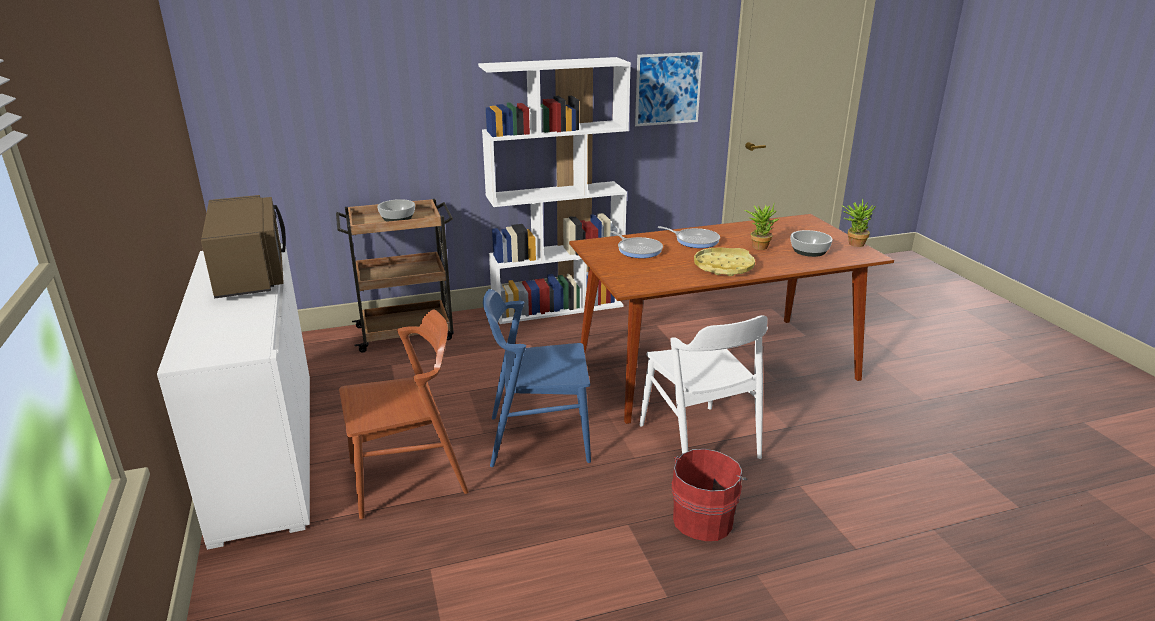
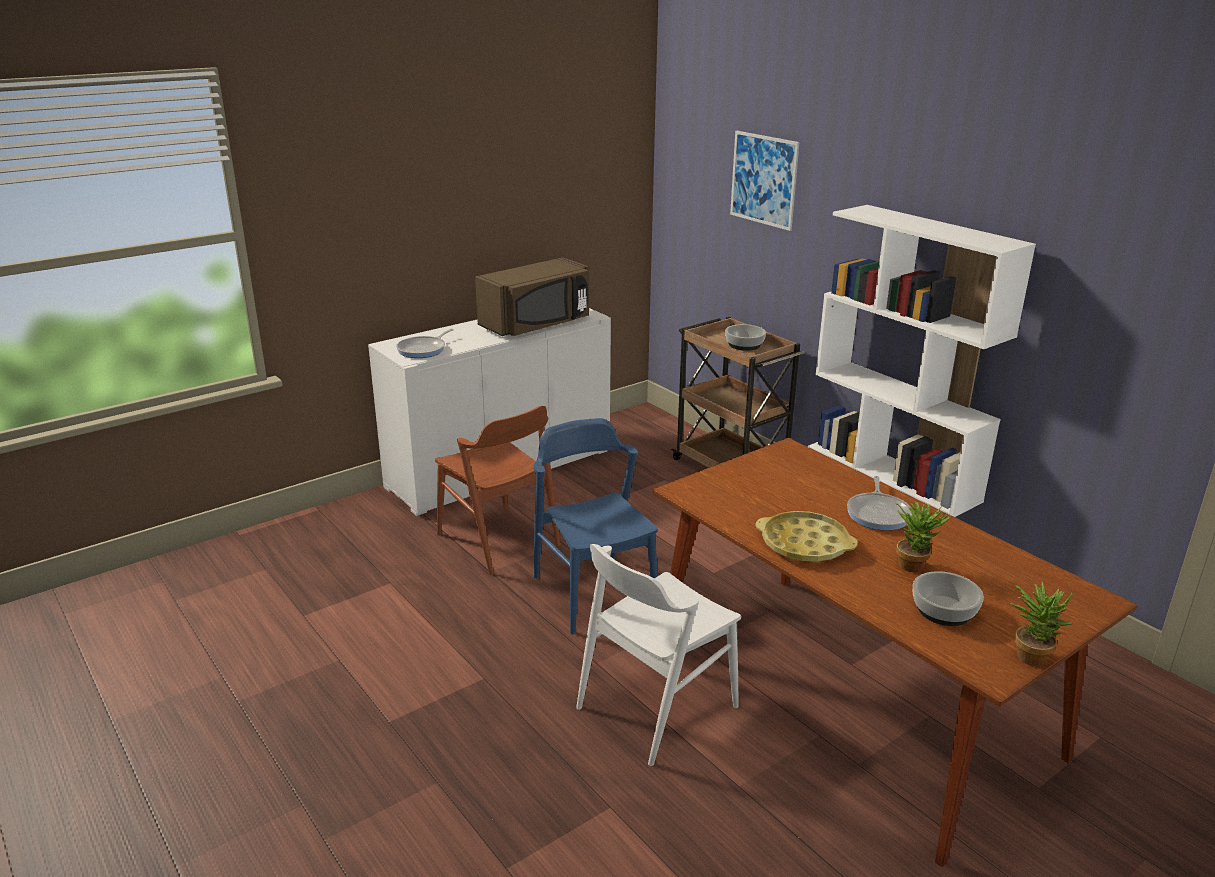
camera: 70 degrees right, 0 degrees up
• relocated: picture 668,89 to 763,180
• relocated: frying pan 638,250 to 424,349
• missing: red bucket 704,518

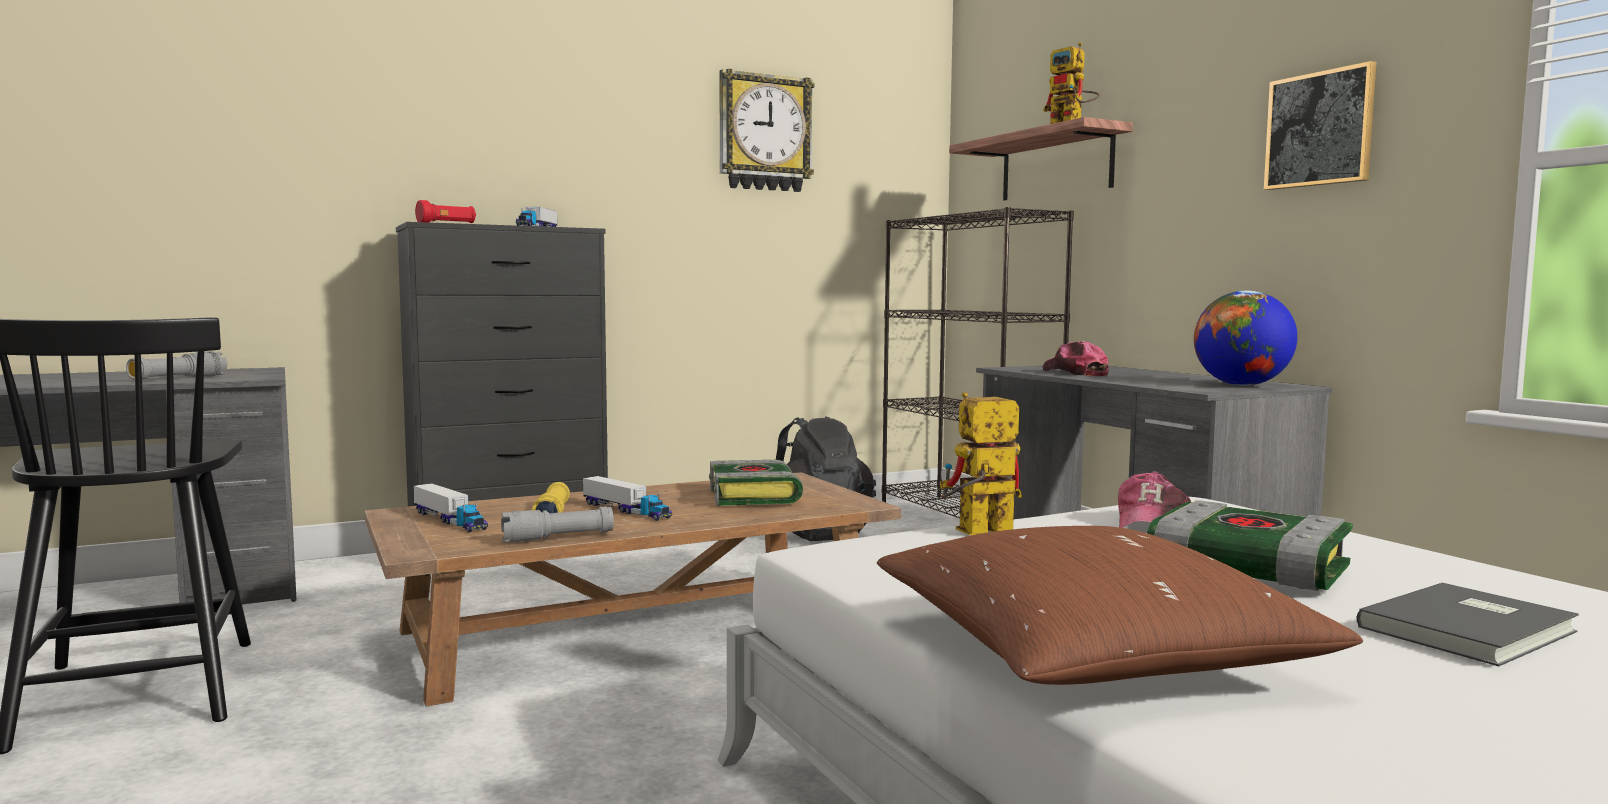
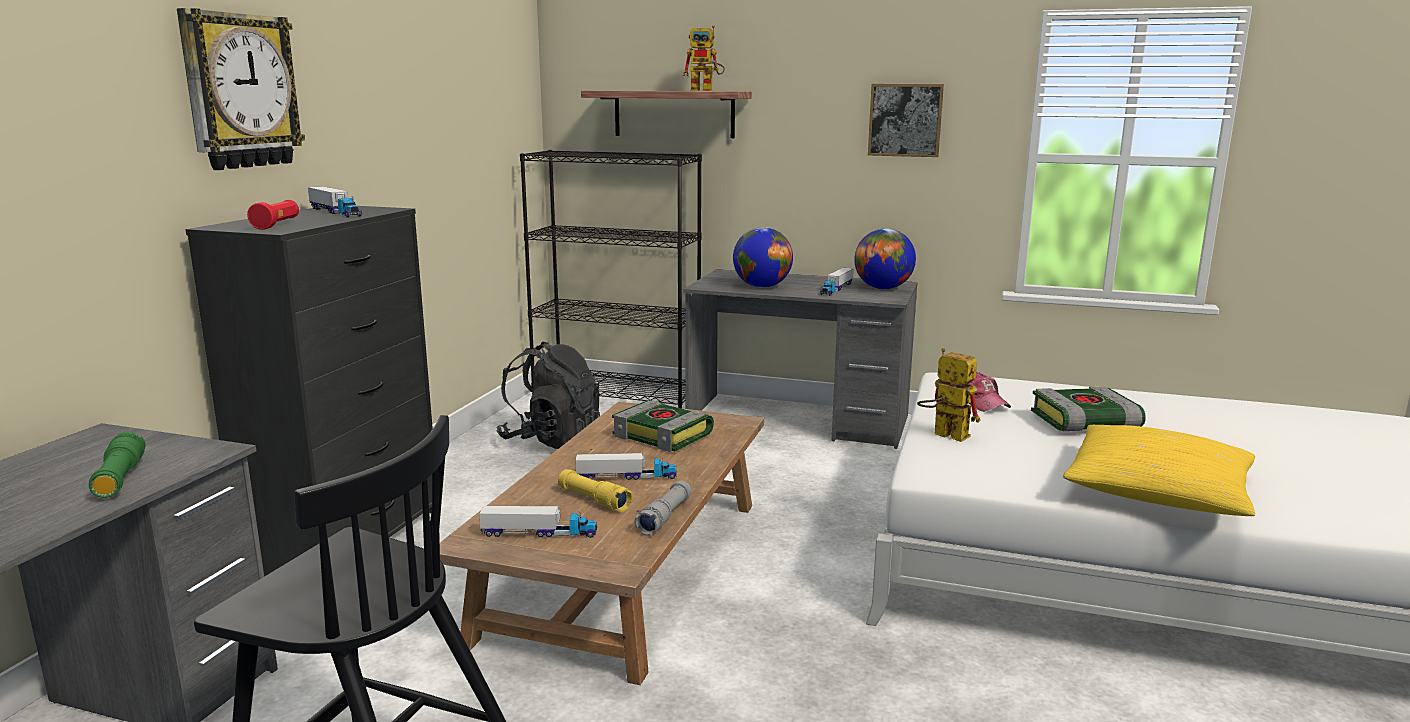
camera: 45 degrees left, 10 degrees up
• relocated: wall clock 764,133 to 240,91
• exchanged: cap 1075,373 to globe 762,287
• colour: grey flashlight 178,378 to green flashlight 119,479
• spun: toy robot 976,533 = 943,434 105 degrees clockwise
• colour: brown pillow 1090,653 to yellow pillow 1157,492
• missing: grey book 1473,630
• appeared: toy truck 836,289

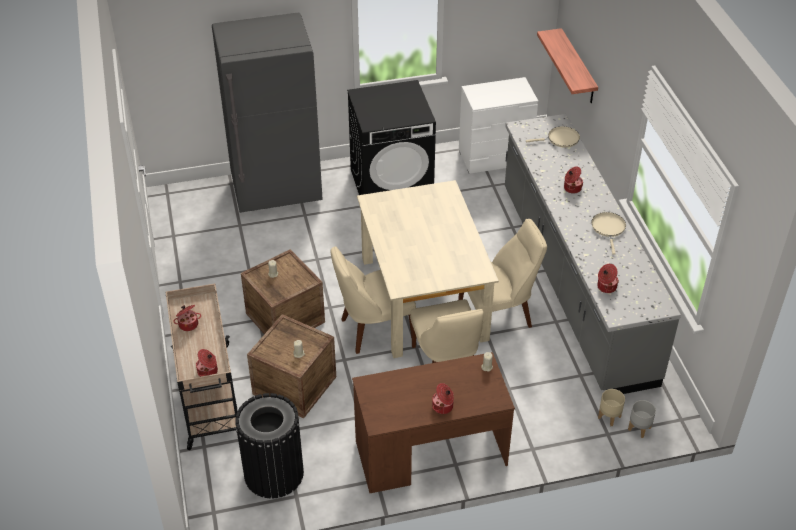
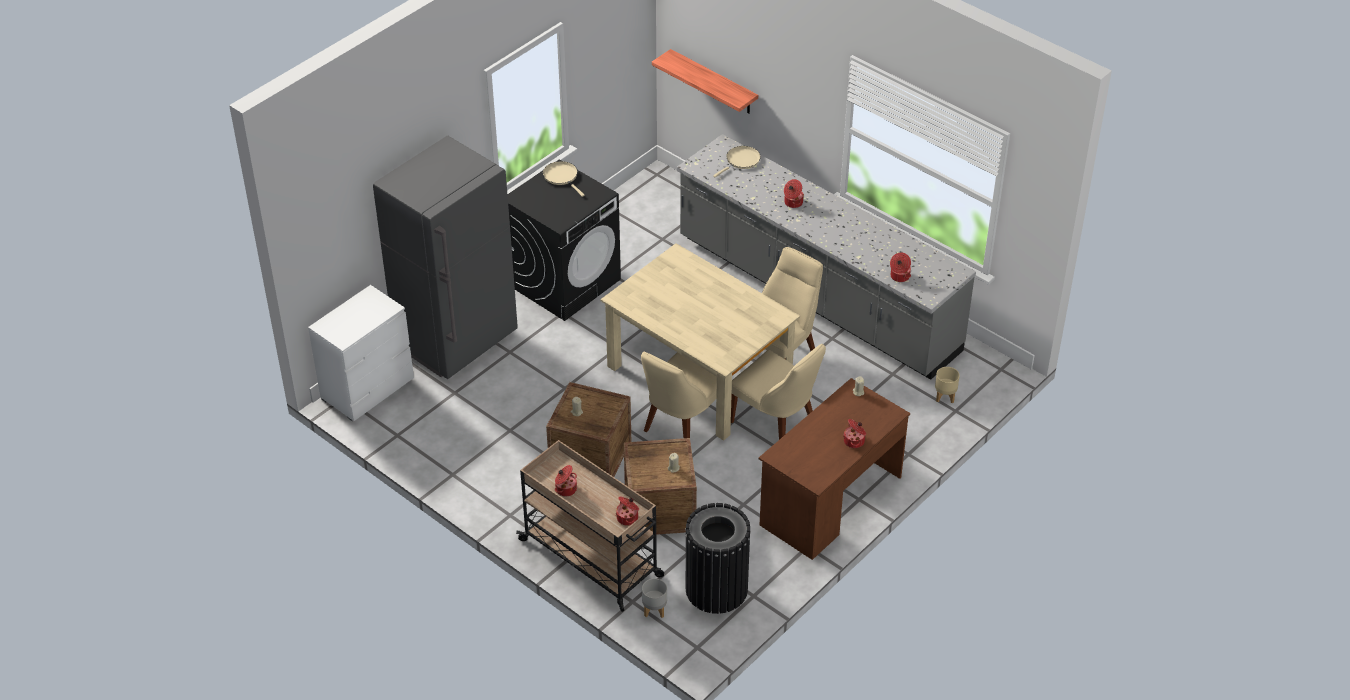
camera: 35 degrees left, 0 degrees up
• relocated: white dresser 495,158 to 368,389
• relocated: beige frying pan 608,228 to 562,177
• relocated: grey planter 639,429 to 655,610

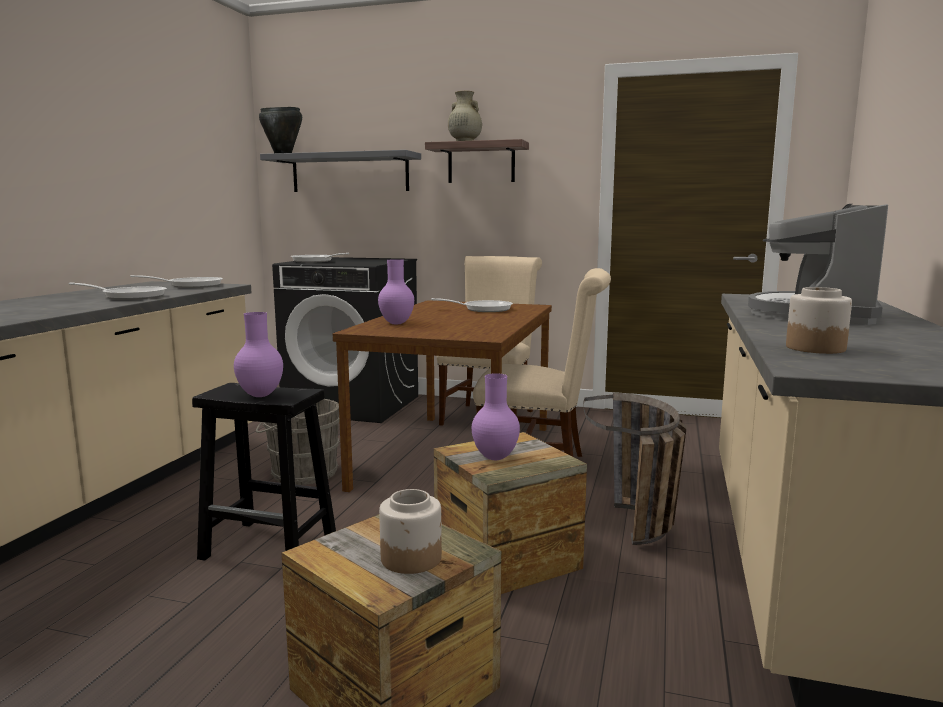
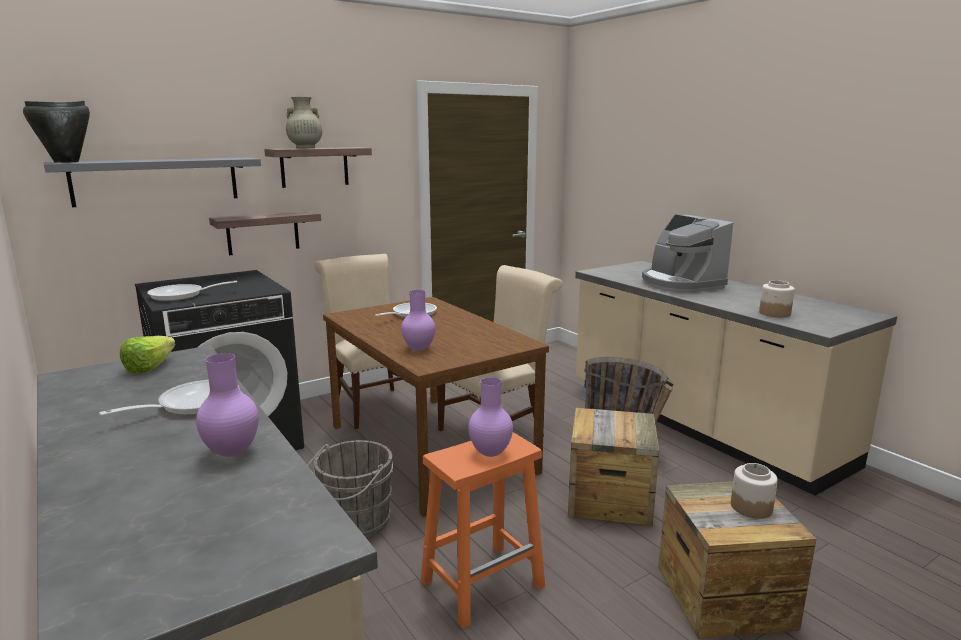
camera: 50 degrees left, 5 degrees up
• exchanged: frying pan 190,285 to lettuce 154,366
• relocated: purple vase 496,457 to 233,452
• colour: black stool 271,546 to orange stool 483,583
• appeared: shelf 263,232

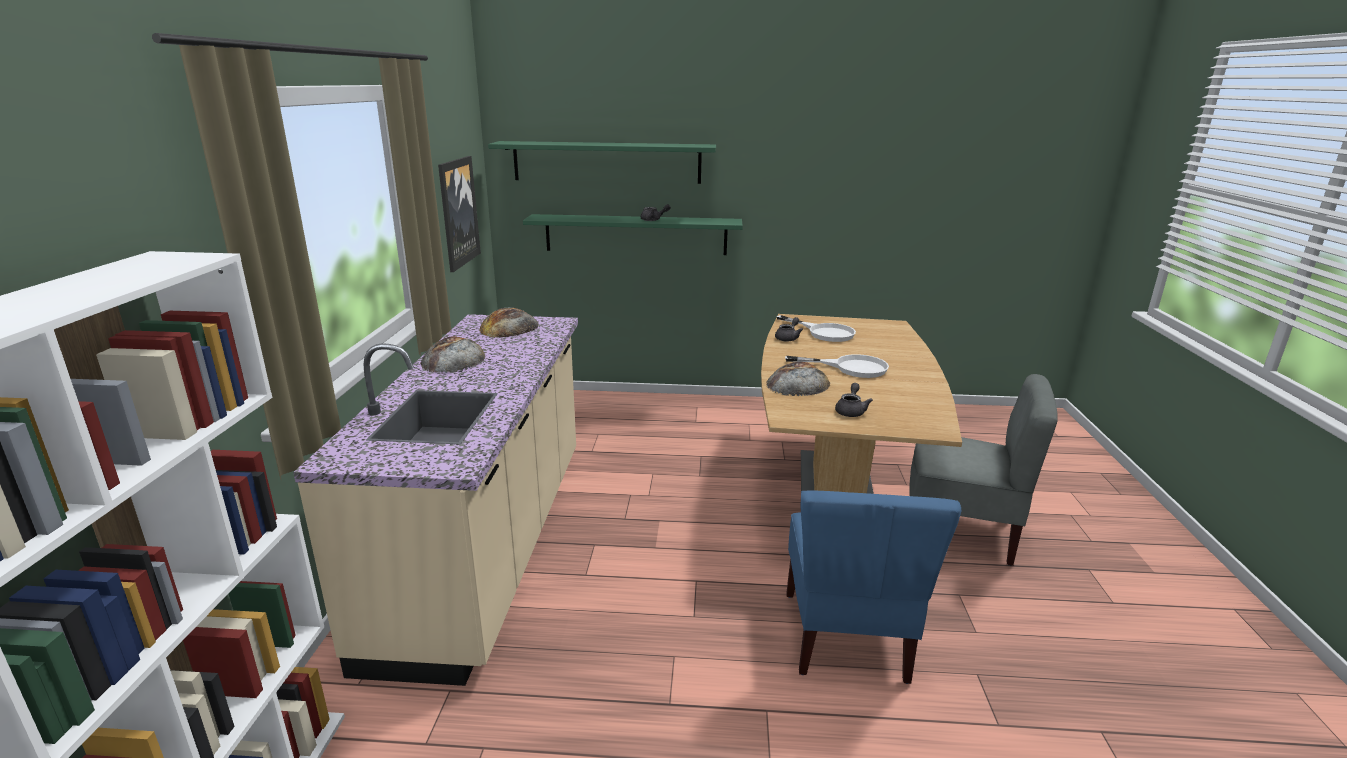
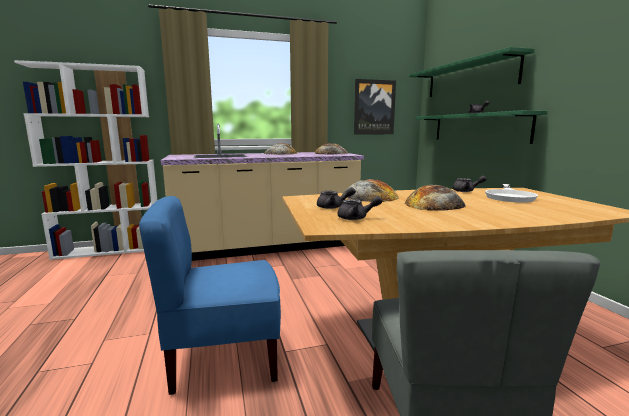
camera: 70 degrees right, 10 degrees down
• exchanged: white frying pan 850,367 to bread 434,204
• appeared: grey teapot 356,218

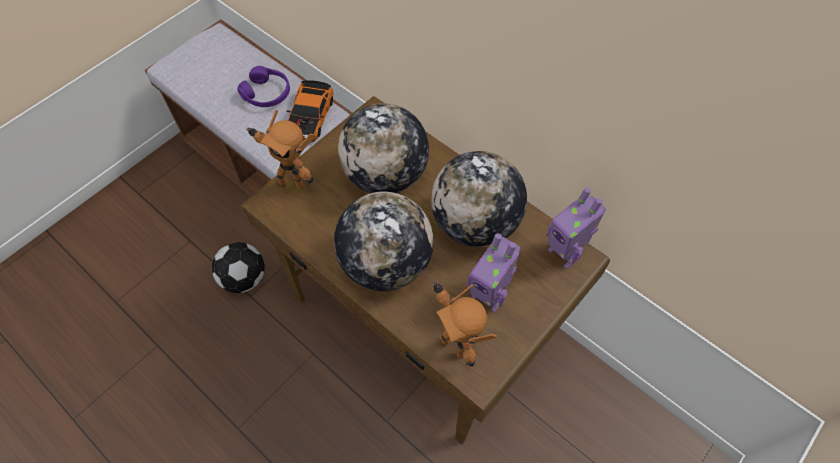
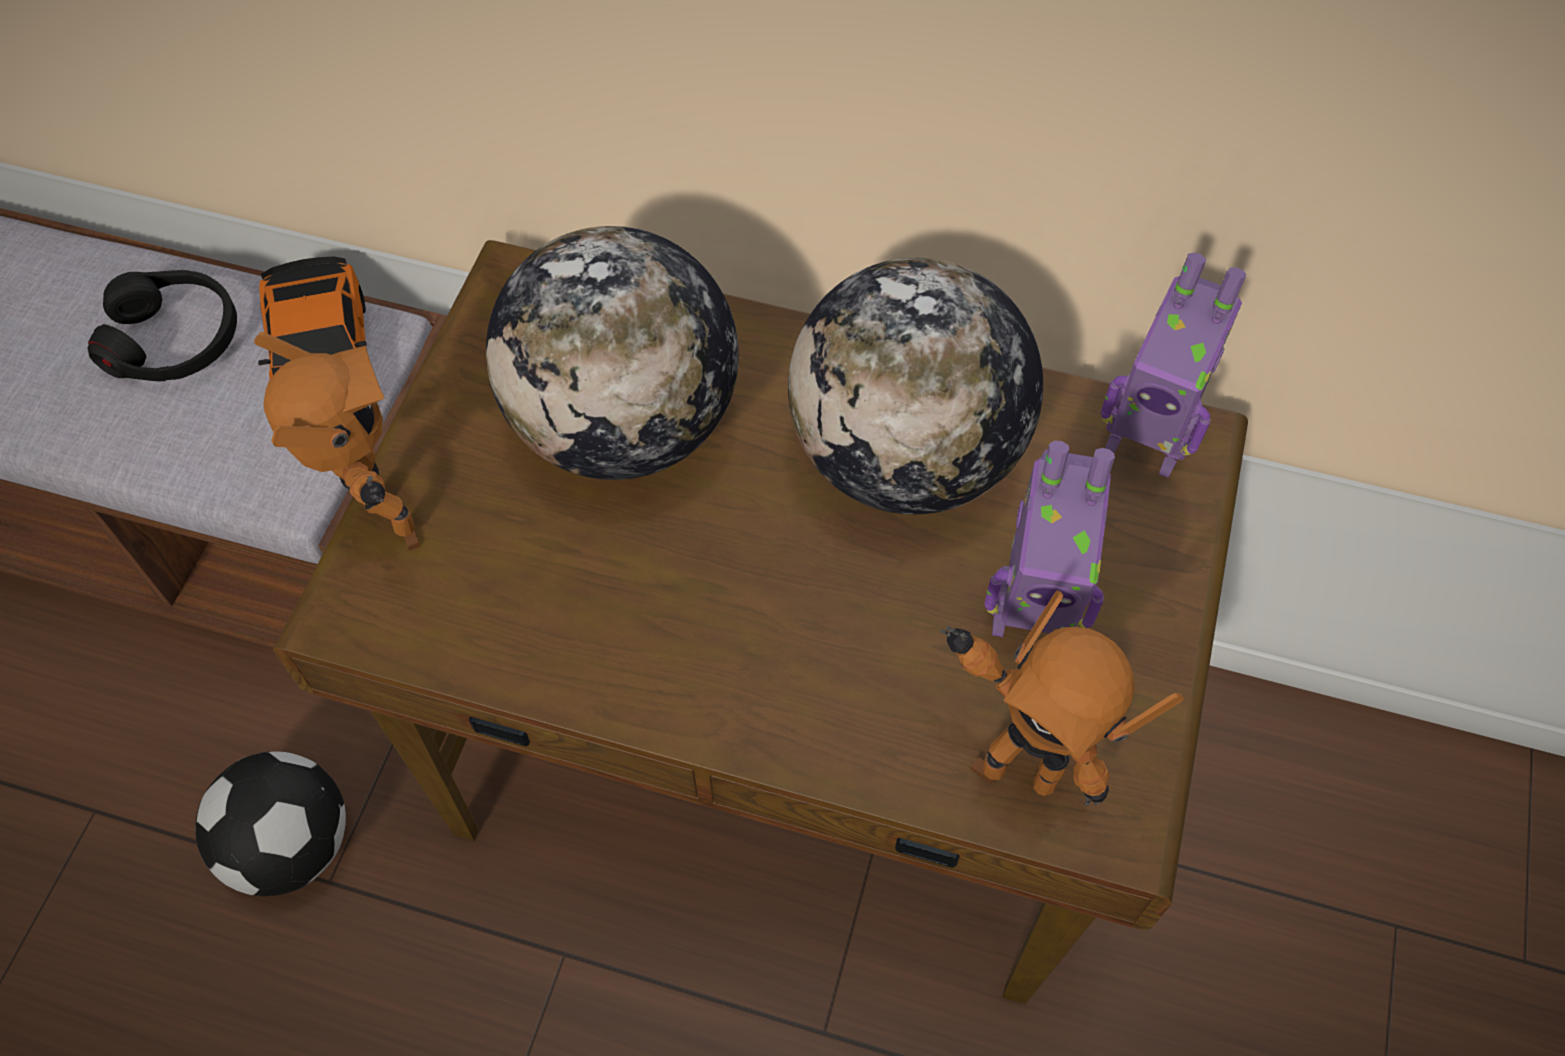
camera: 25 degrees left, 0 degrees up
• colour: purple headphones 267,93 to black headphones 174,340
• spun: toy robot 291,181 = 384,532 120 degrees counterclockwise
• missing: globe 386,264

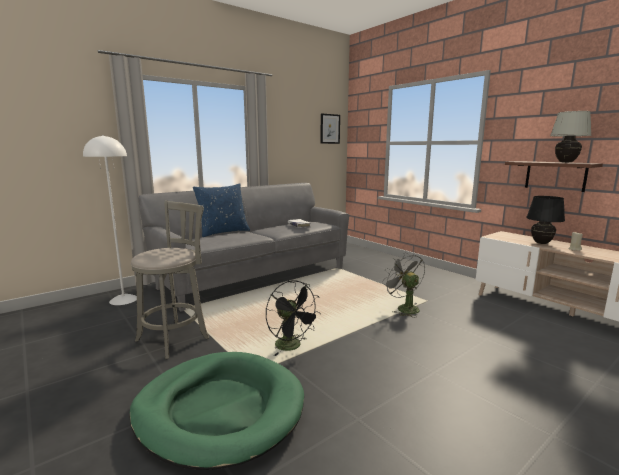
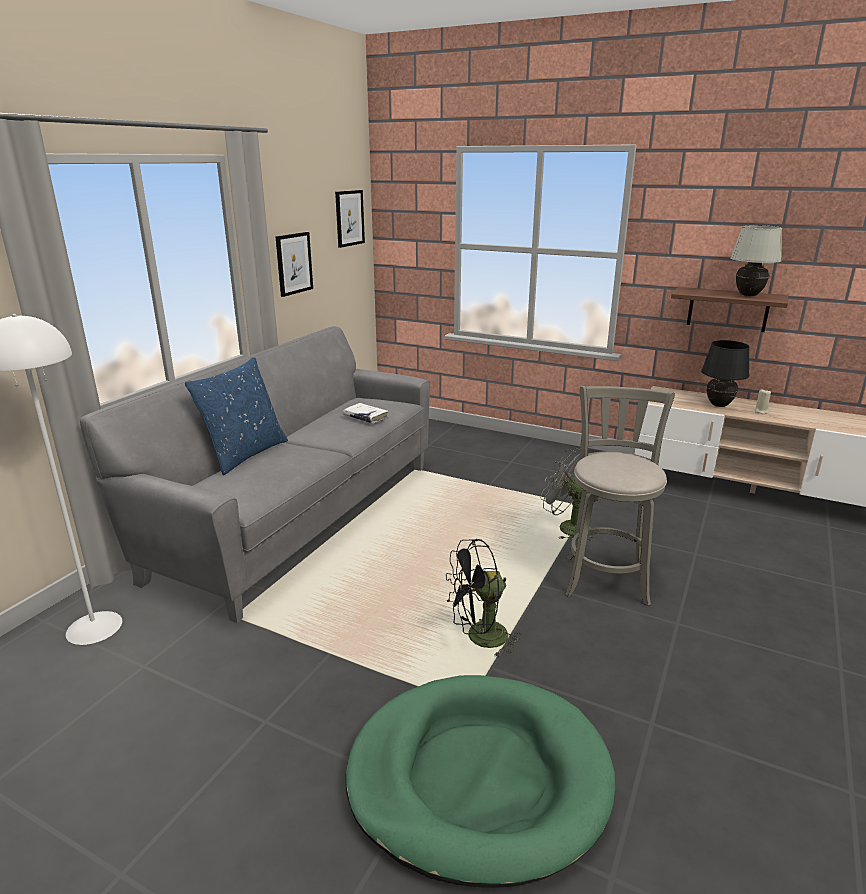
camera: 25 degrees left, 10 degrees up
• relocated: grey stool 176,338 to 606,577
• spun: black fan 292,346 = 479,638 135 degrees clockwise
• appeared: picture 294,263

